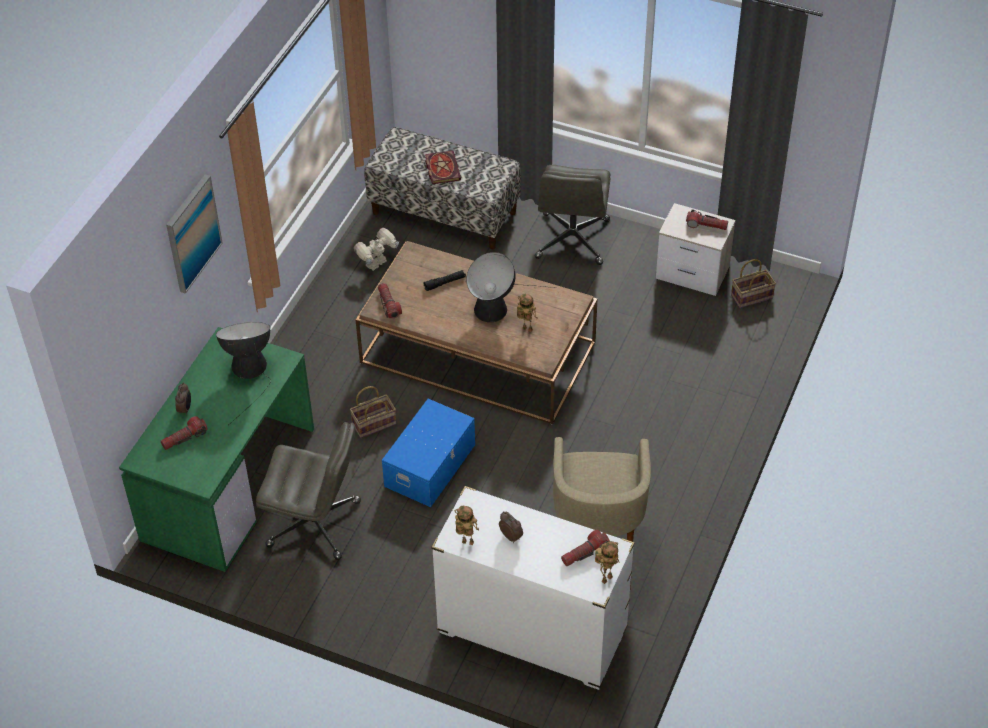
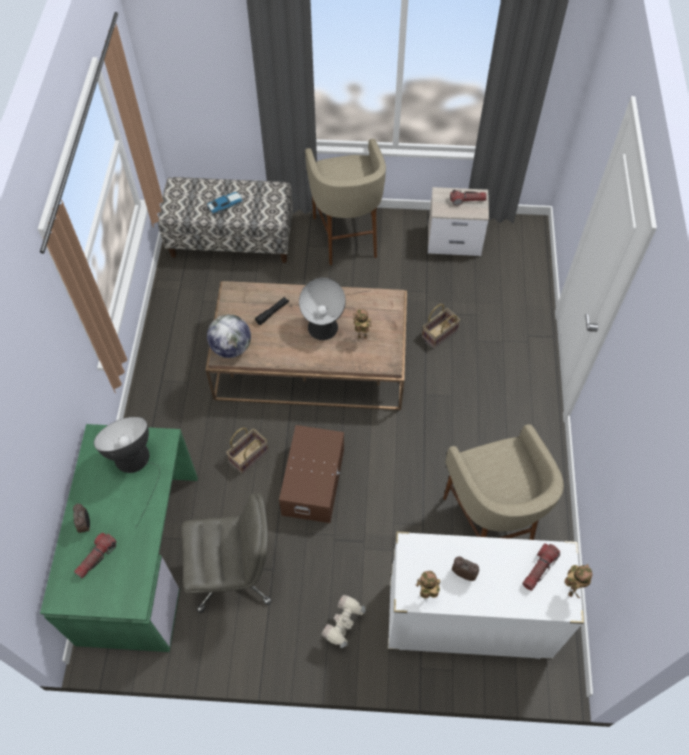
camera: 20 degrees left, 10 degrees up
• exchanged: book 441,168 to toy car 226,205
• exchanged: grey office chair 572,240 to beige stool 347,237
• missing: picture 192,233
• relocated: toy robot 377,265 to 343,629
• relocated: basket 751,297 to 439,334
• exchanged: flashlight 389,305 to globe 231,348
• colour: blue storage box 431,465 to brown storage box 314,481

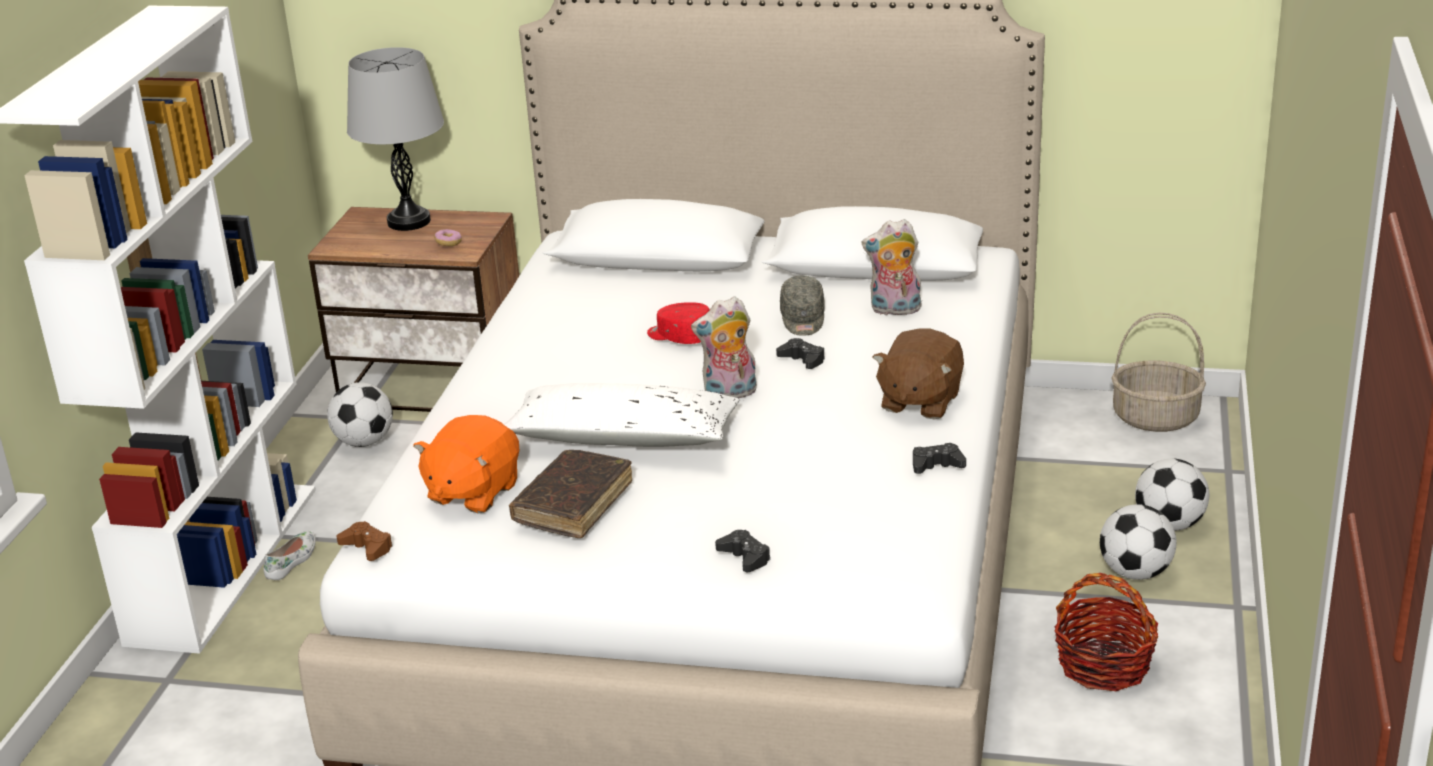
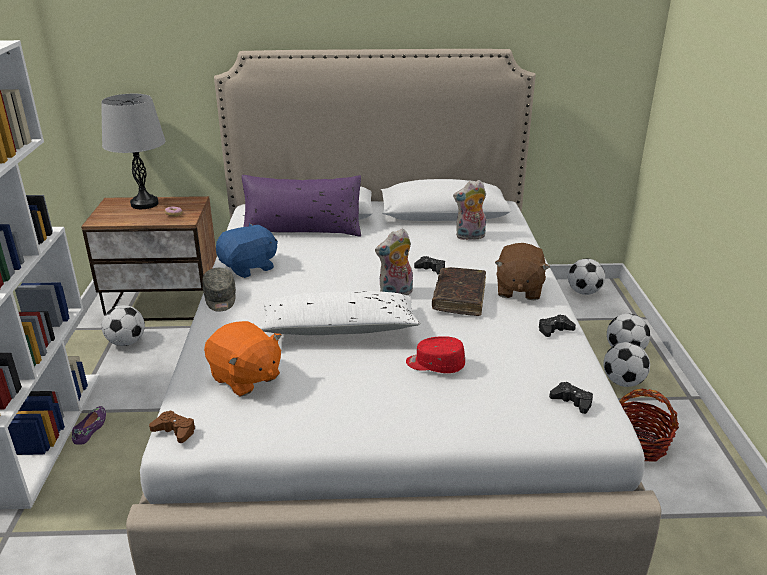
camera: 15 degrees left, 0 degrees up
• relocated: grey cap 803,319 to 220,299
• relocated: red cap 680,337 to 435,365
• exchanged: basket 1156,418 to football 584,292
• spun: orange plush toy 472,492 = 245,378 60 degrees counterclockwise
• relocated: brown book 573,504 to 459,298
• relocated: black game controller 744,557 to 572,401
• colour: white shoe 292,561 to purple shoe 91,428
• appeared: purple pillow 302,230
• appeared: blue plush toy 249,267

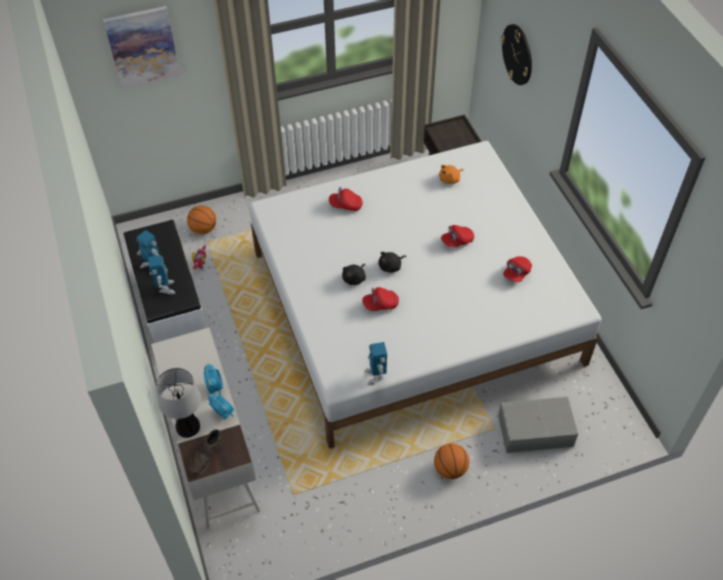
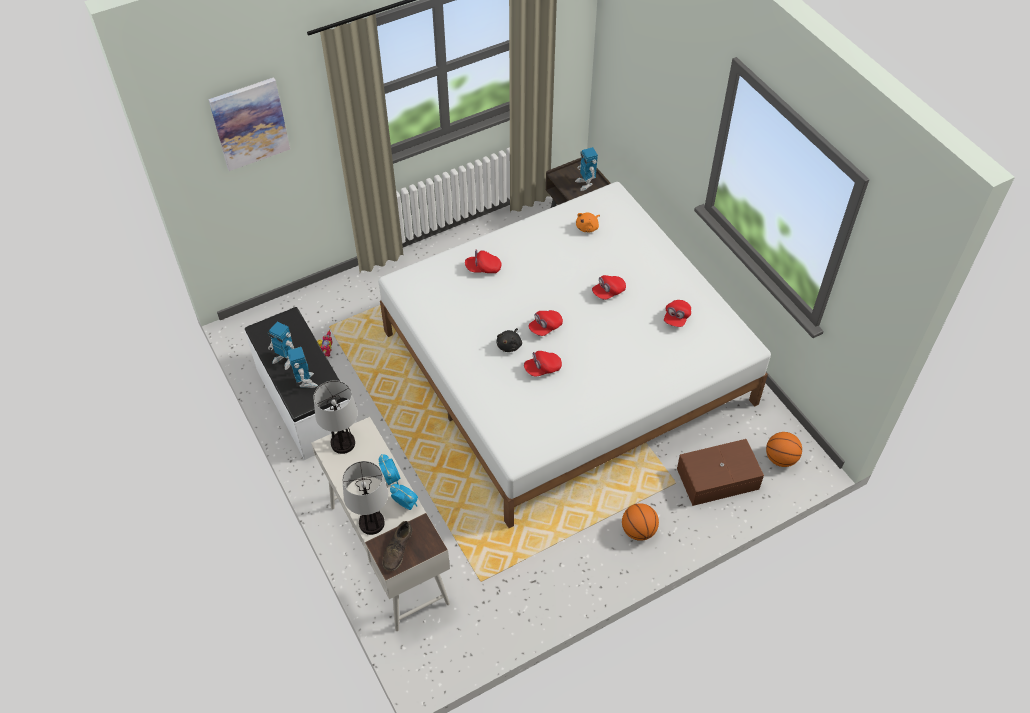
camera: 10 degrees left, 0 degrees up
• missing: wall clock 517,54
• relocated: basketball 203,229 to 780,458
• exchanged: black plush toy 391,266 to red cap 545,327
• relocated: toy robot 375,376 to 585,183
• colour: grey storage box 534,429 to brown storage box 716,478
• appeared: table lamp 343,444

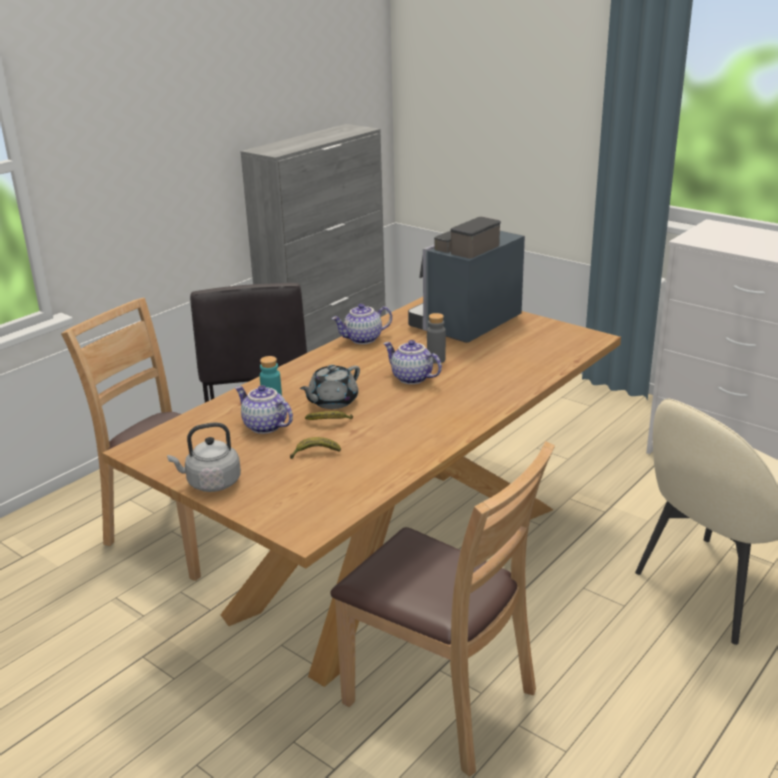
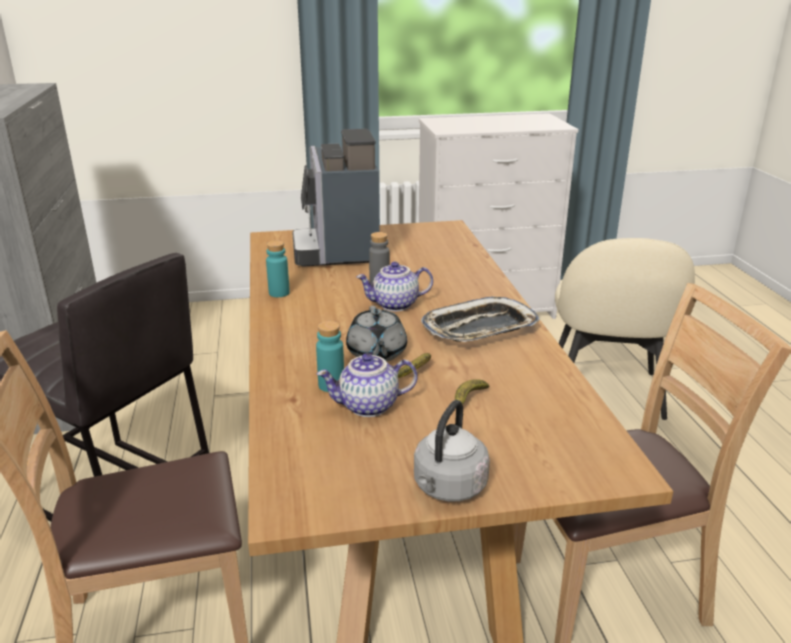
camera: 50 degrees left, 0 degrees up
• exchanged: teapot 363,339 to turquoise bottle 279,293
• appeared: tray 479,329

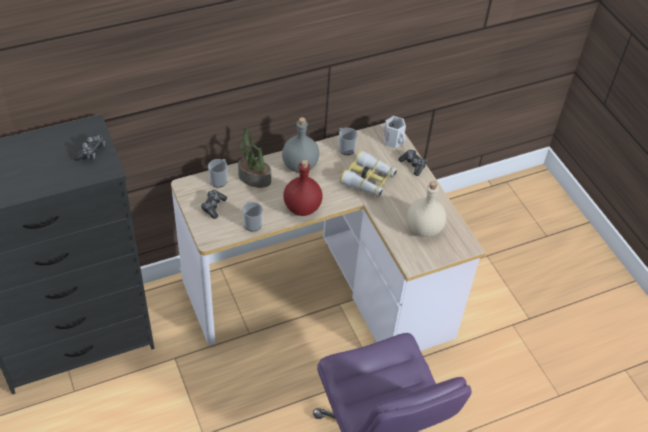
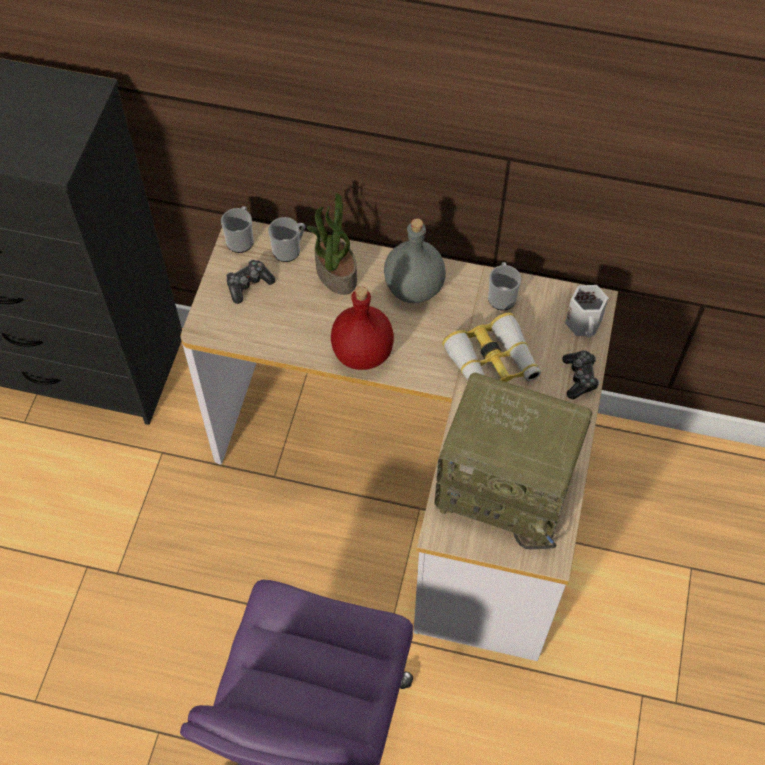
camera: 40 degrees right, 10 degrees up
• missing: game controller 91,152
• exchanged: beige bottle 424,228 to radio 508,486
• relocated: mug 252,223 to 241,239

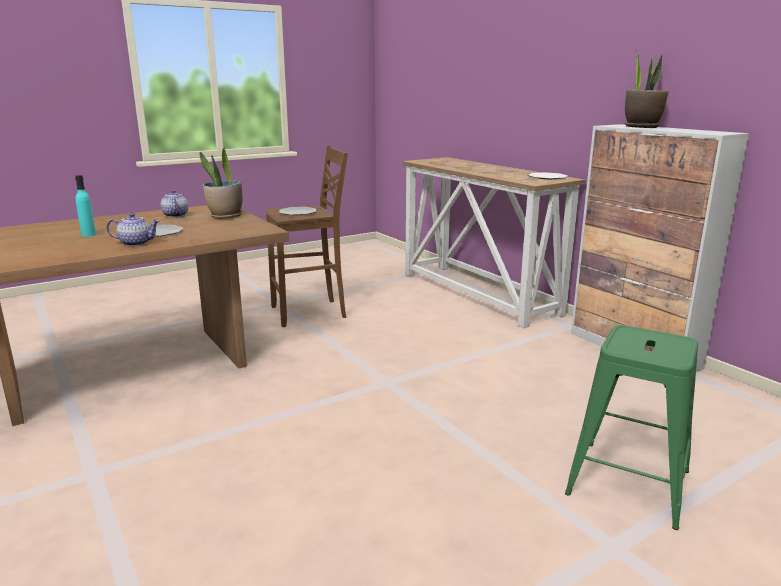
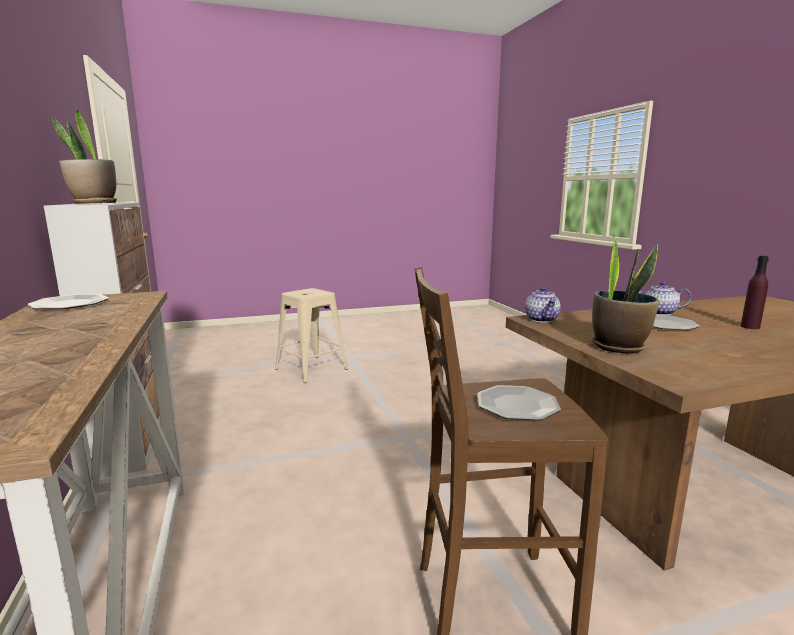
camera: 165 degrees left, 5 degrees down
• colour: turquoise bottle 88,235 to purple bottle 750,327
• relocated: teapot 175,215 to 542,320
• colour: green stool 628,482 to beige stool 311,369

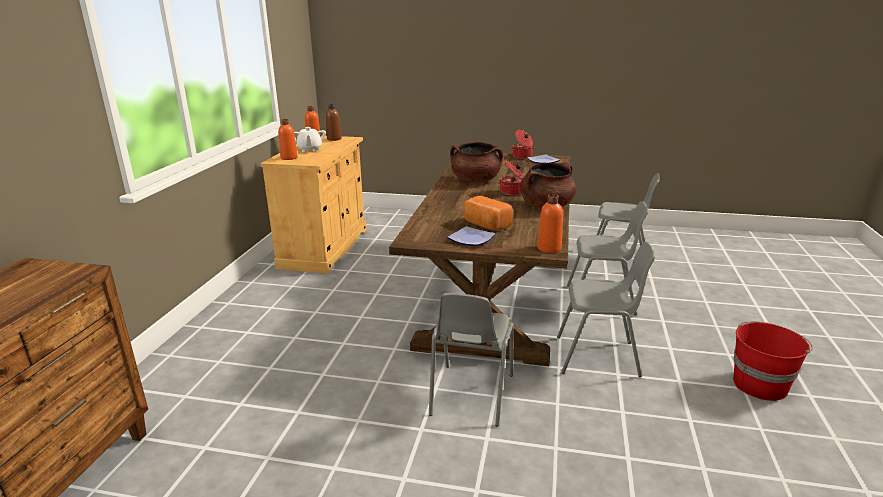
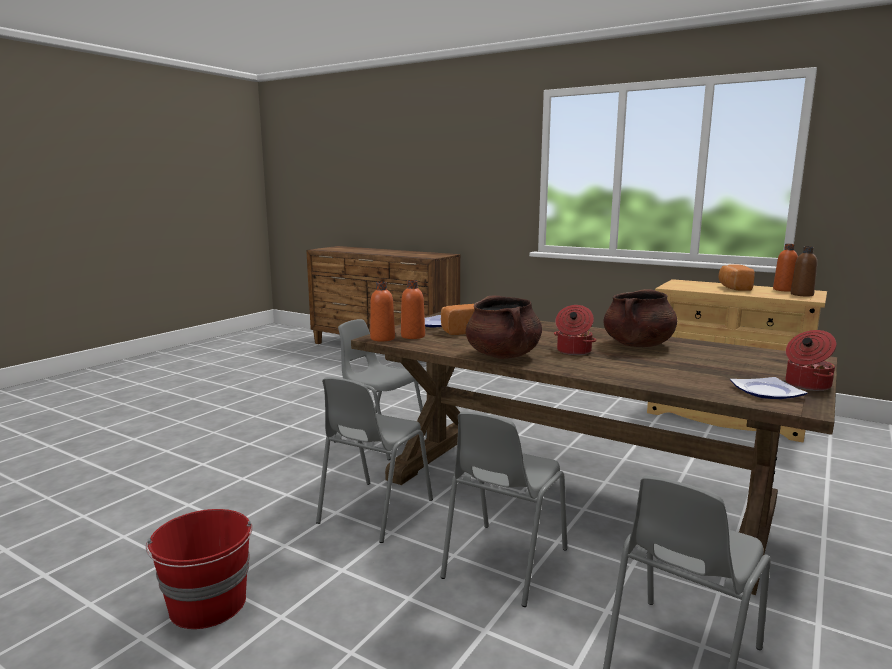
camera: 110 degrees right, 10 degrees down
• relocated: orange bottle 289,158 to 413,336
• exchanged: white teapot 309,150 to bread 733,288

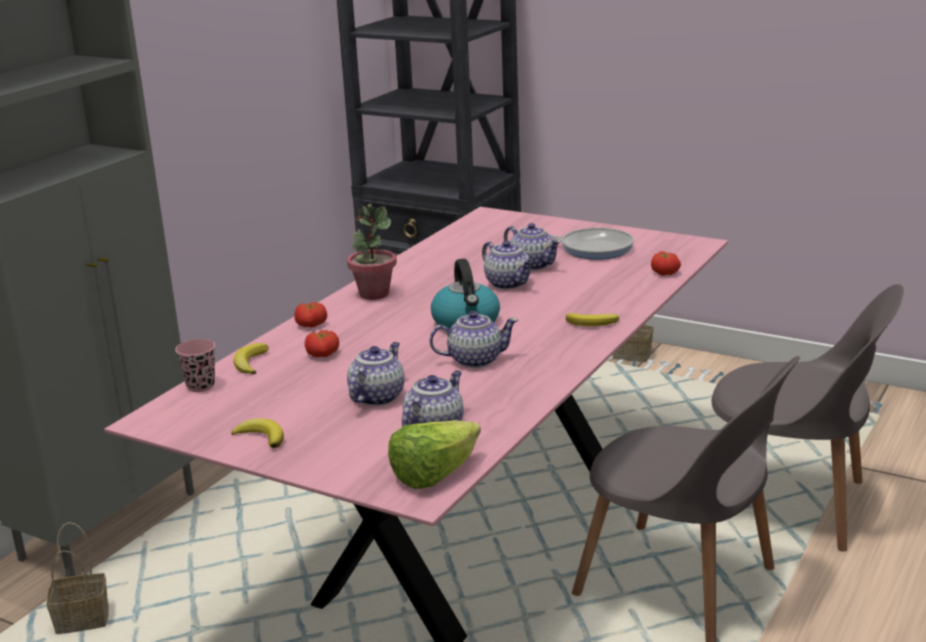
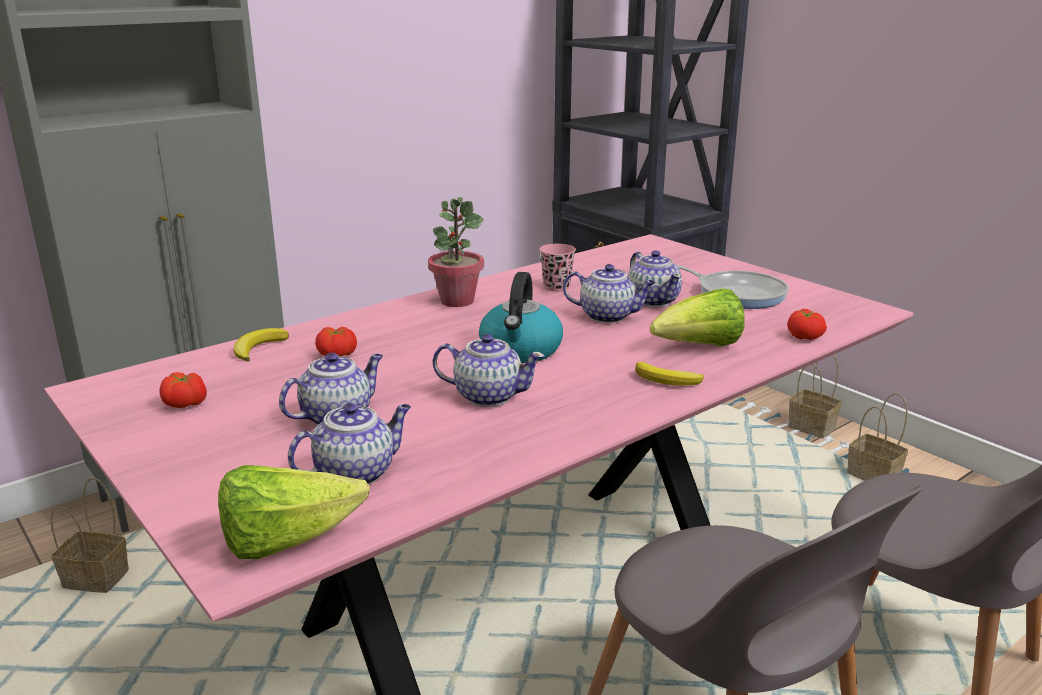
camera: 20 degrees right, 0 degrees up
• spun: teapot 509,284 = 608,316 60 degrees counterclockwise
• relocated: tomato 311,325 to 185,404
• relocated: pink cup 200,386 to 556,287
• missing: banana 261,437
• appeared: lettuce 699,347
• appeared: basket 875,476

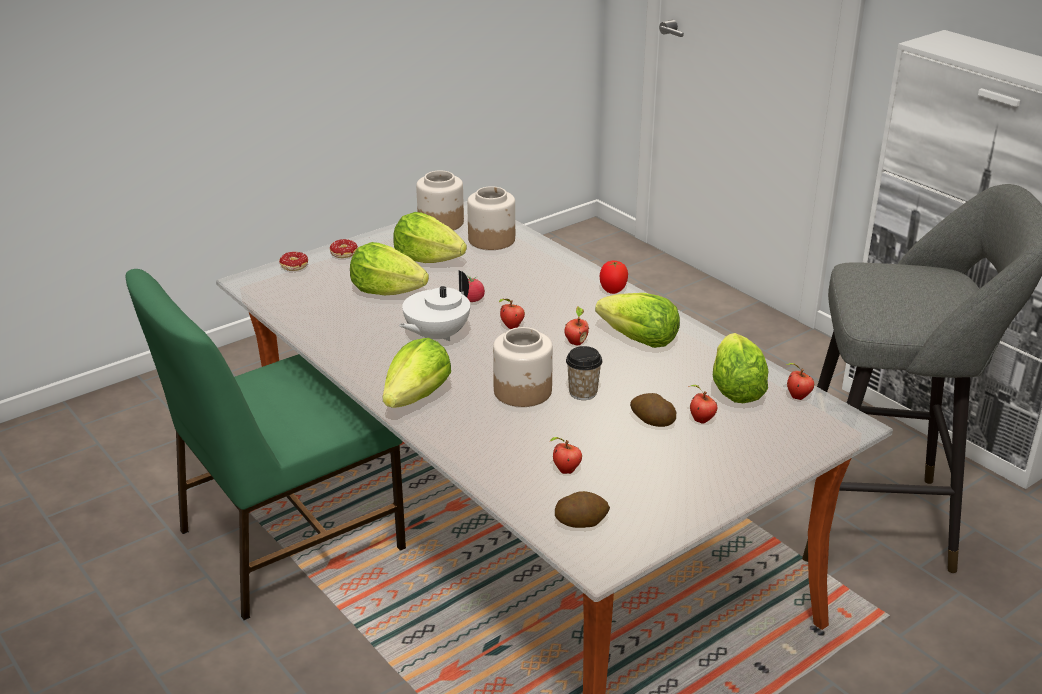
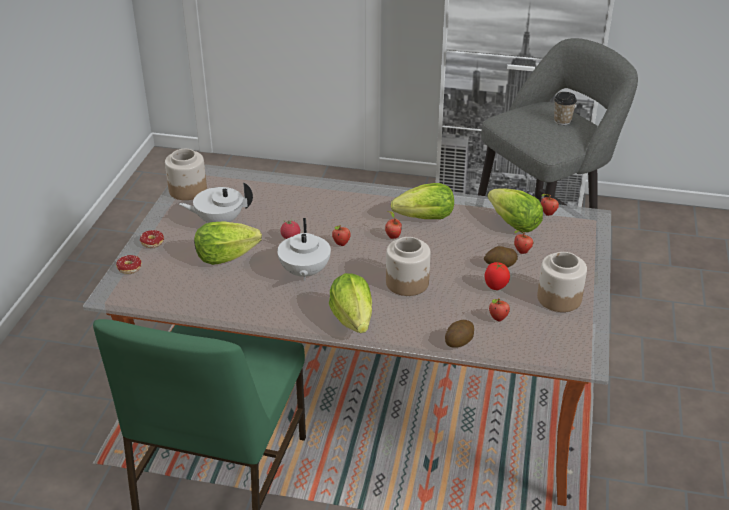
camera: 40 degrees left, 5 degrees up
• relocated: jar 491,239 to 558,298
• exchanged: lettuce 427,259 to white teapot 219,221
• relocated: tomato 613,291 to 495,287
• relocated: cup 583,392 to 562,121
• relocated: potato 581,522 to 459,341

